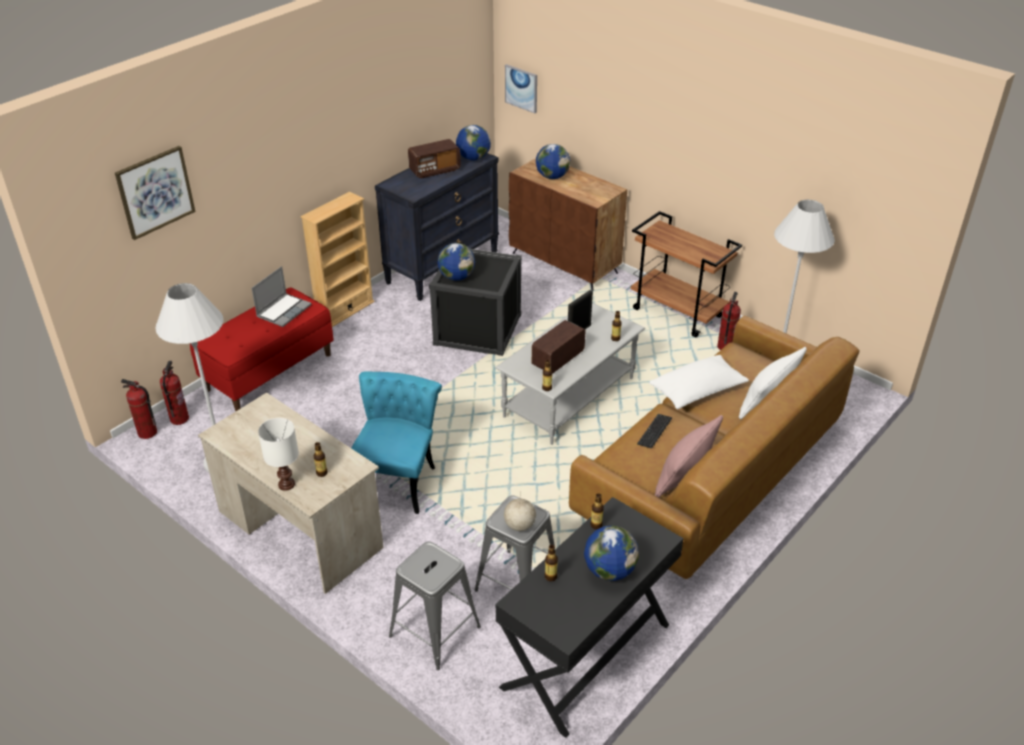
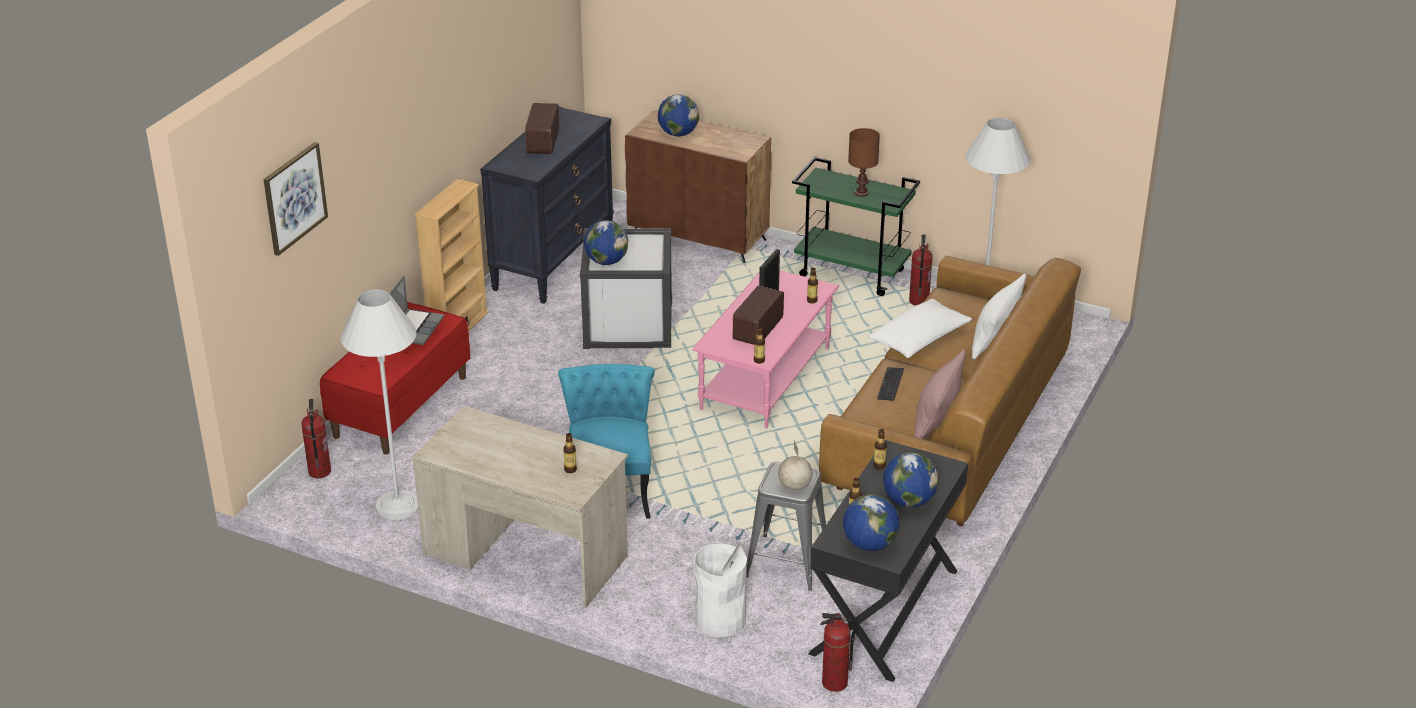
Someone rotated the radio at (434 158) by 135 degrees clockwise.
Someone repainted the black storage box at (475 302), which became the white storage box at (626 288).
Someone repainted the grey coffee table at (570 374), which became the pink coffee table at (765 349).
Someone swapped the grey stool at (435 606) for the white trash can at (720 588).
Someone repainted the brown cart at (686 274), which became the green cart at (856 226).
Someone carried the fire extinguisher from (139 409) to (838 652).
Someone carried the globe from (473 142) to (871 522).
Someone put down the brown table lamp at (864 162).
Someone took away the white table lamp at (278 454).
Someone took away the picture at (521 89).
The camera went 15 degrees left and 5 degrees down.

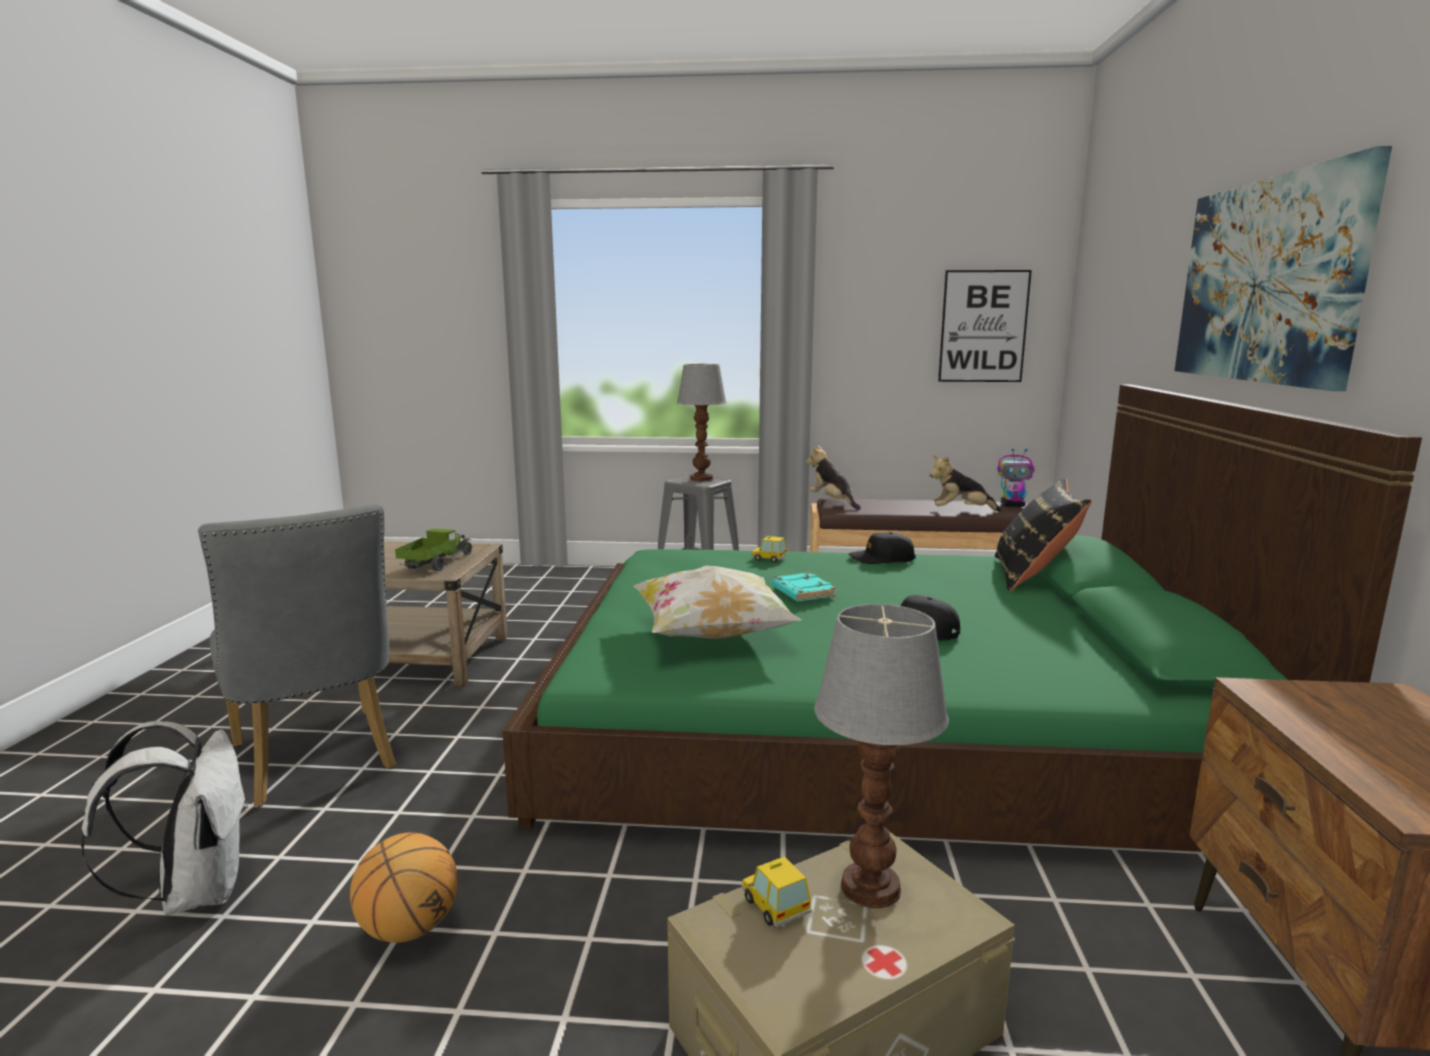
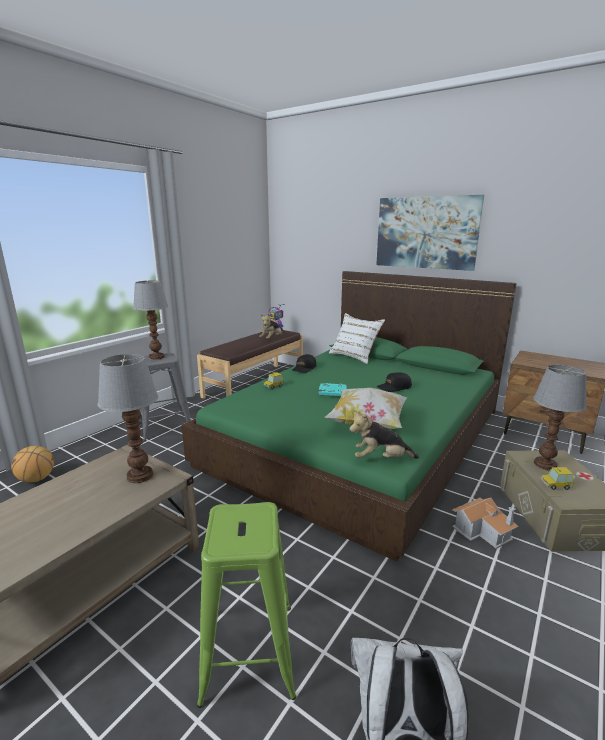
Someone carried the basketball from (404 888) to (32 464).
Someone swapped the toy truck at (434 550) for the table lamp at (128 418).
Someone swapped the grey chair at (297 655) for the green stool at (246 605).
Someone repainted the black pillow at (1043 534), which became the white pillow at (357 338).
Someone carried the plush toy from (833 477) to (384 434).
Someone put down the toy house at (485 523).
Someone took away the picture at (985 326).
The camera went 60 degrees left and 5 degrees up.

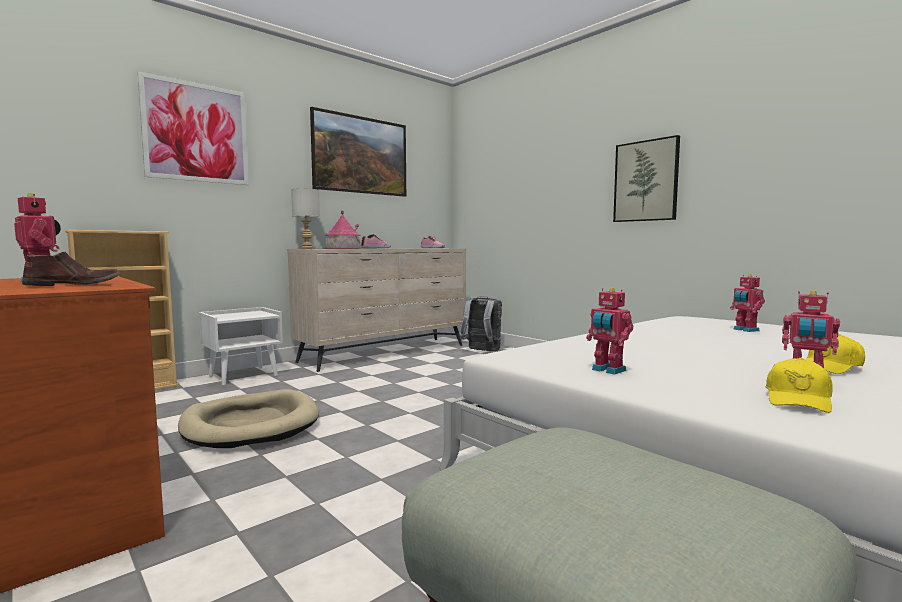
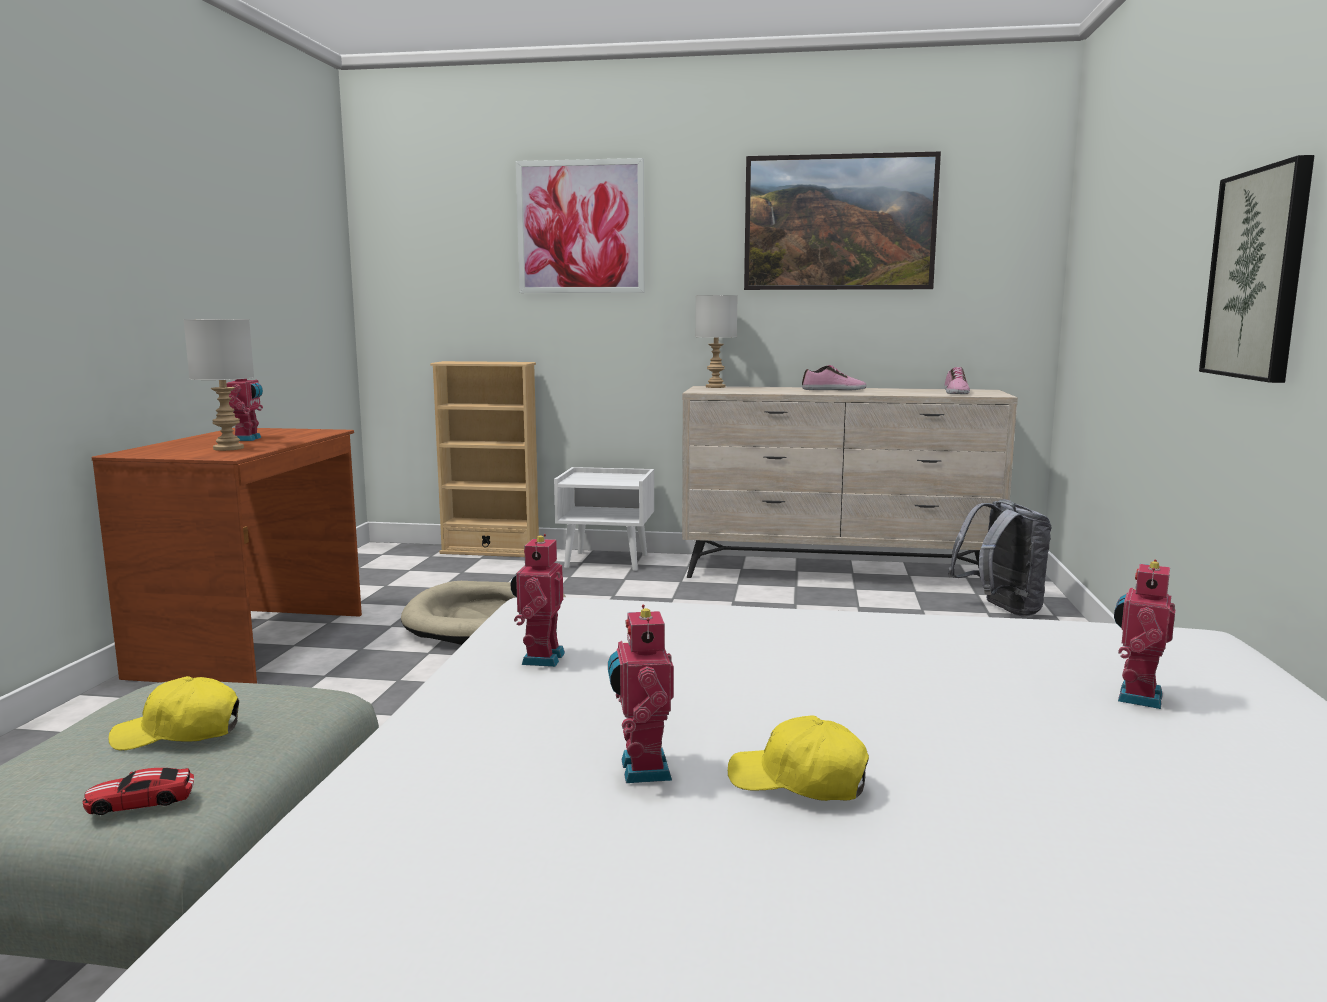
Someone put down the toy car at (138 791).
Someone carried the yellow cap from (799 385) to (174 713).
Someone swapped the brown shoe at (71 269) for the grey table lamp at (218 385).
Someone took away the toy house at (343 230).
The camera went 50 degrees right and 5 degrees up.

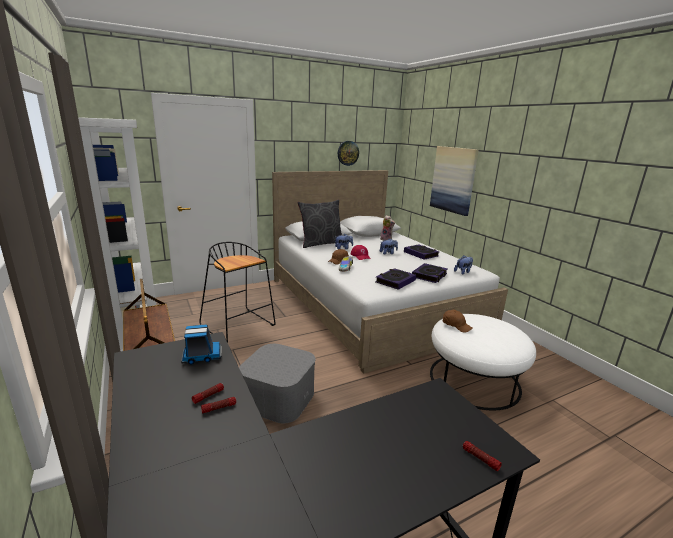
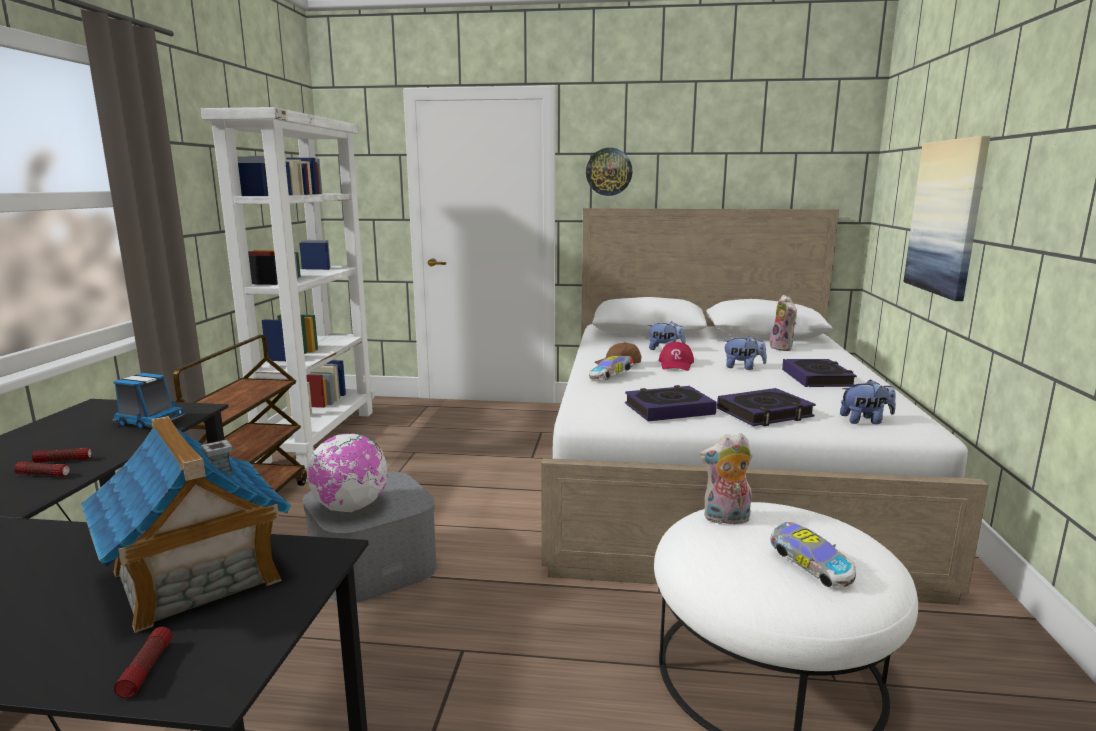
Someone put down the toy house at (186 524).
Someone put down the globe at (347 472).
Someone carried the wall clock from (348 153) to (609 172).
Someone swapped the brown cap at (458 321) for the plush toy at (726 478).
Someone put down the toy car at (813 555).
Someone took away the black stool at (237 292).
Someone took away the grey pillow at (320 224).
The camera went 35 degrees right and 5 degrees down.

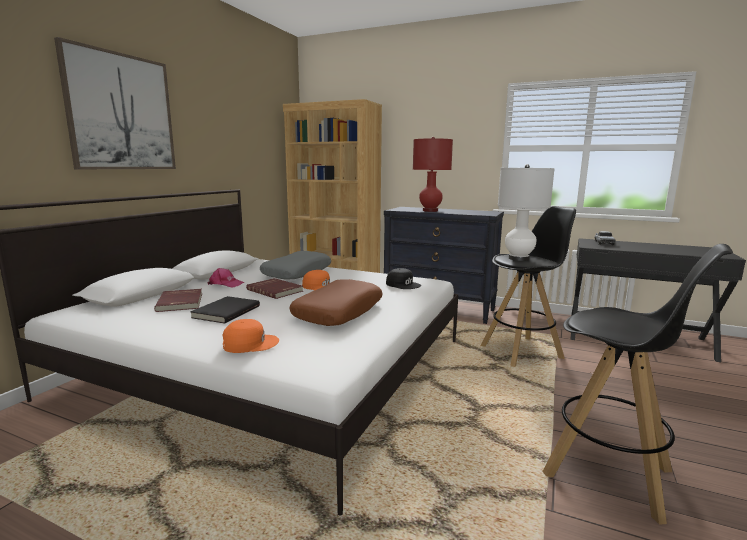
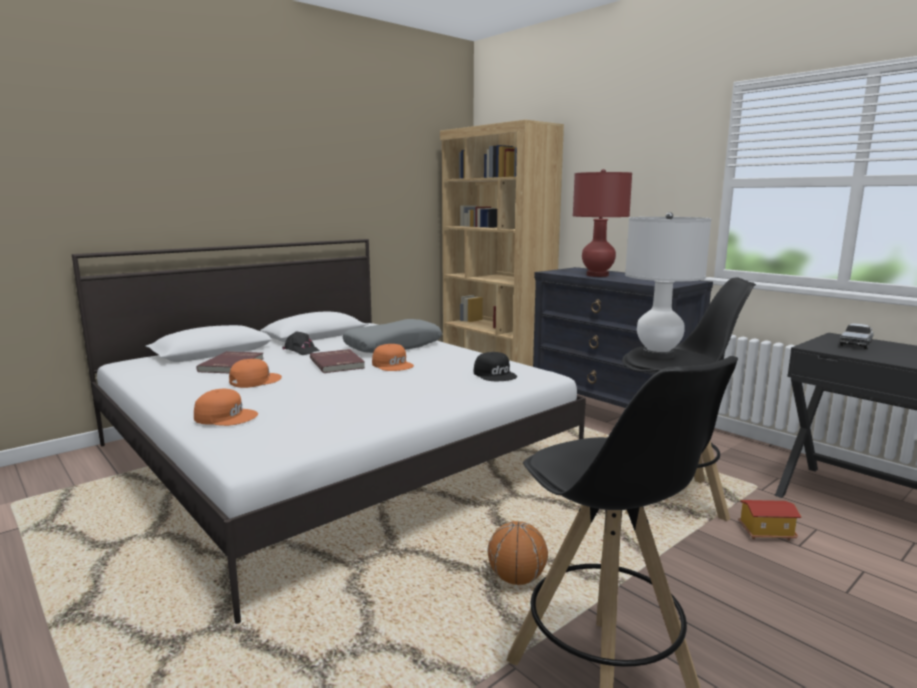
Someone swapped the black book at (225 310) for the orange cap at (255 373).
Someone repainted the pink cap at (226 278), which became the black cap at (301 343).
Someone put down the basketball at (518 553).
Someone put down the toy house at (769 520).
Someone took away the picture at (115 103).
Someone took away the brown pillow at (335 302).
The camera went 25 degrees right and 0 degrees up.

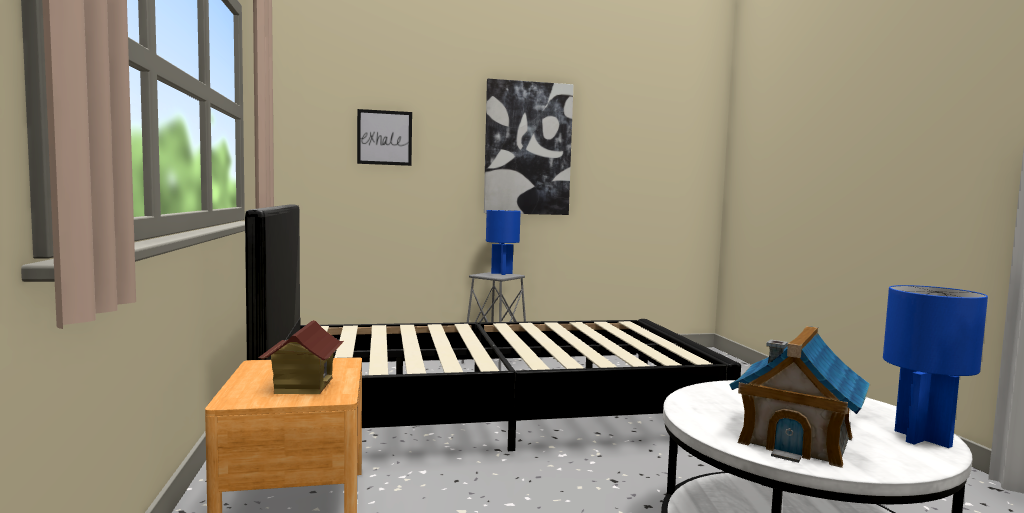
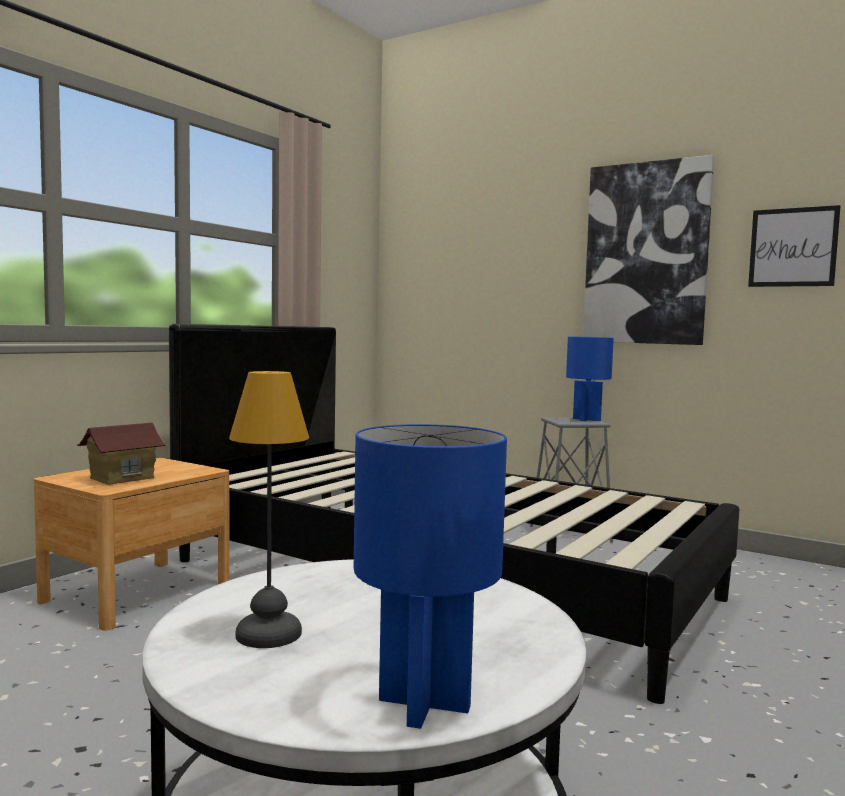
Someone swapped the toy house at (799 397) for the table lamp at (269 509).
Someone carried the picture from (384 137) to (794 246).
The camera went 45 degrees right and 0 degrees up.

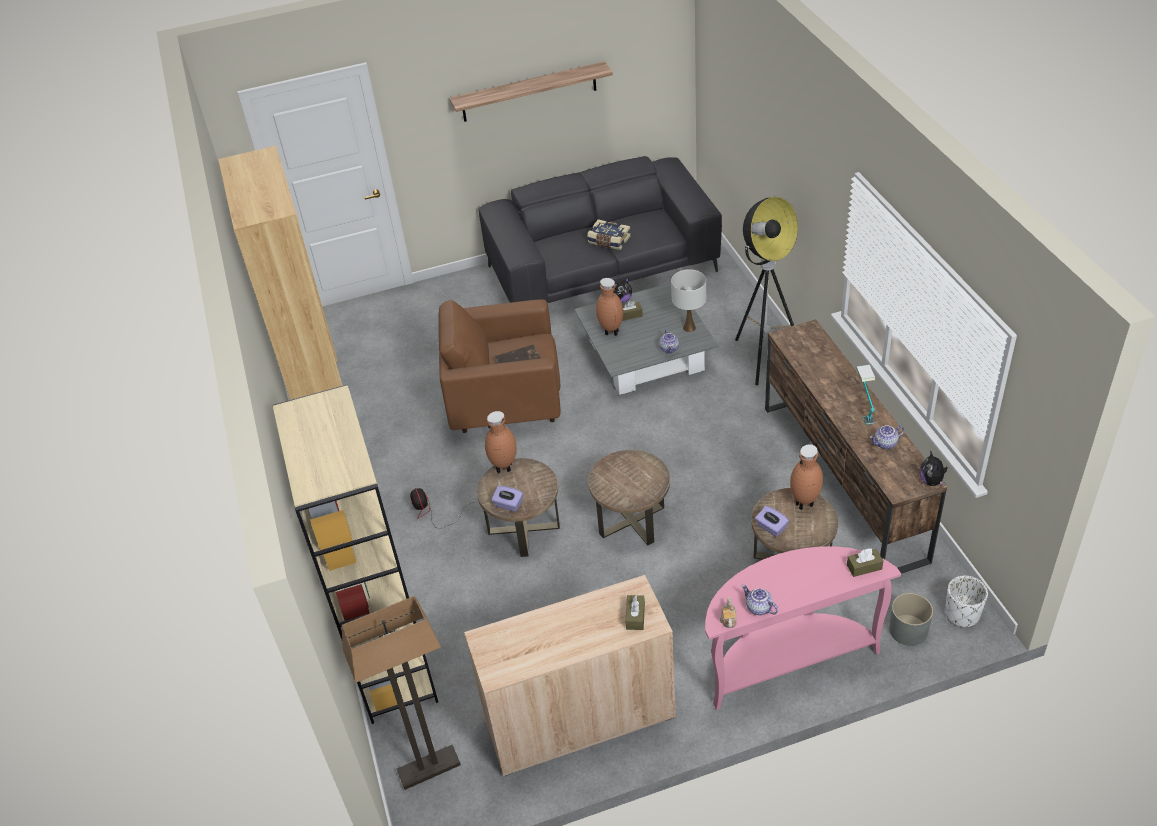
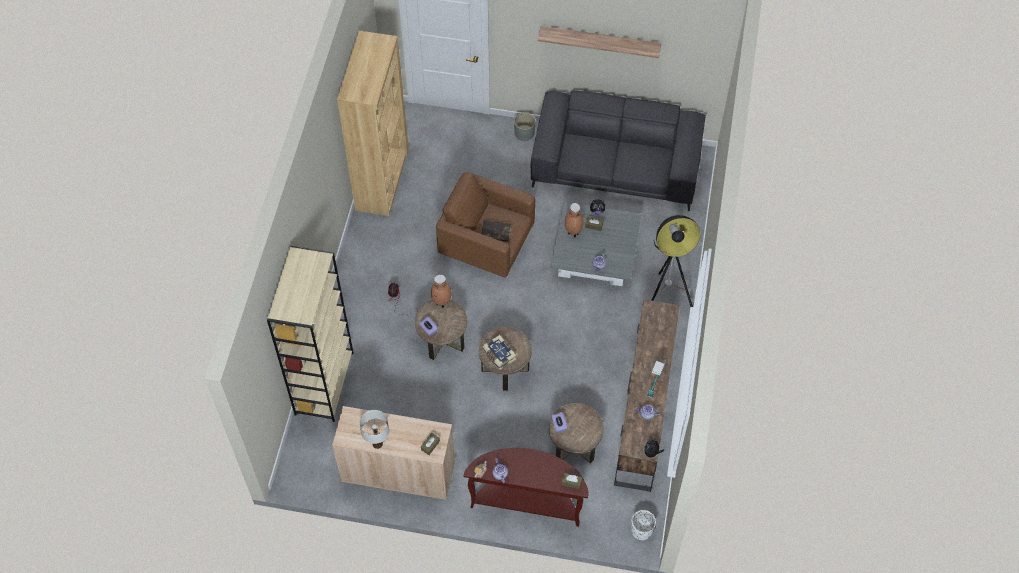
Someone carried the white table lamp from (688 300) to (374 429).
Someone repainted the pink console table at (803 628), which became the brown console table at (526 487).
Someone carried the book from (609 234) to (499 352).
Someone carried the grey planter from (911 619) to (524 127).
Someone took away the floor lamp at (401 693).
Someone took away the brown vase at (806 477).
The camera went 25 degrees right and 15 degrees up.

